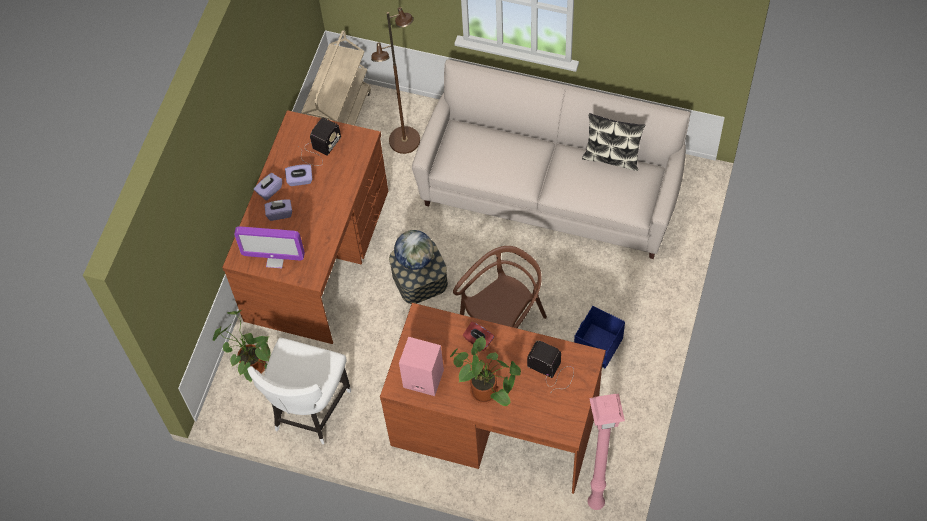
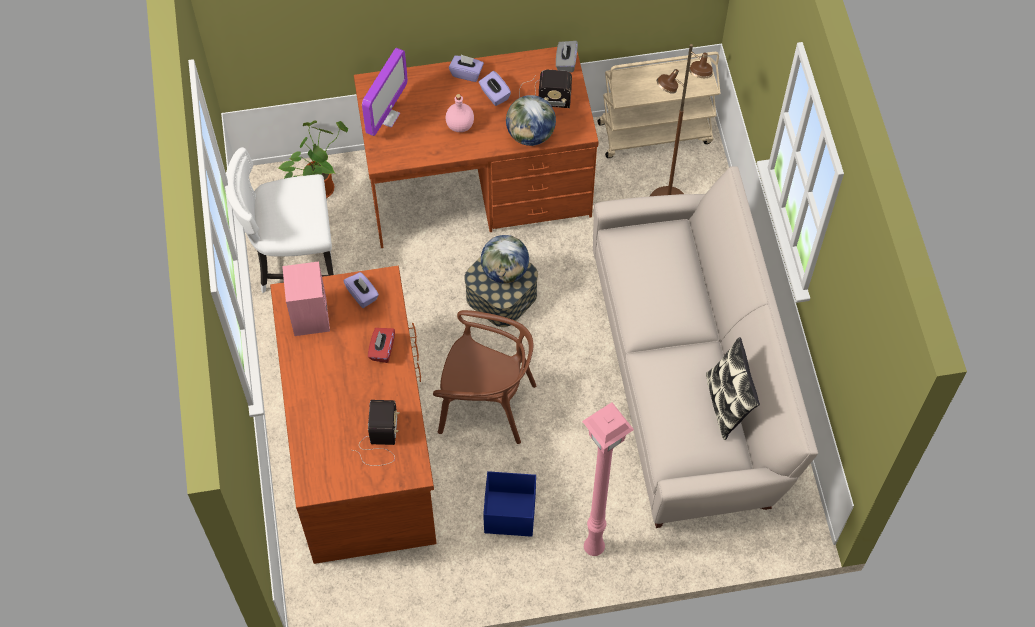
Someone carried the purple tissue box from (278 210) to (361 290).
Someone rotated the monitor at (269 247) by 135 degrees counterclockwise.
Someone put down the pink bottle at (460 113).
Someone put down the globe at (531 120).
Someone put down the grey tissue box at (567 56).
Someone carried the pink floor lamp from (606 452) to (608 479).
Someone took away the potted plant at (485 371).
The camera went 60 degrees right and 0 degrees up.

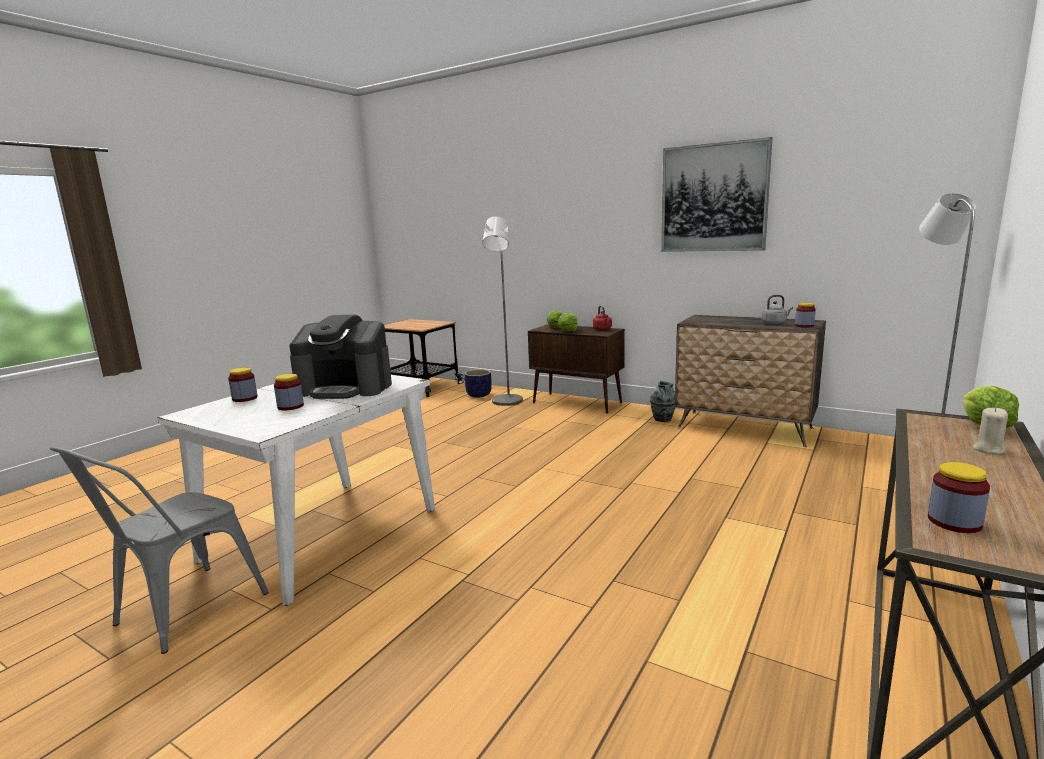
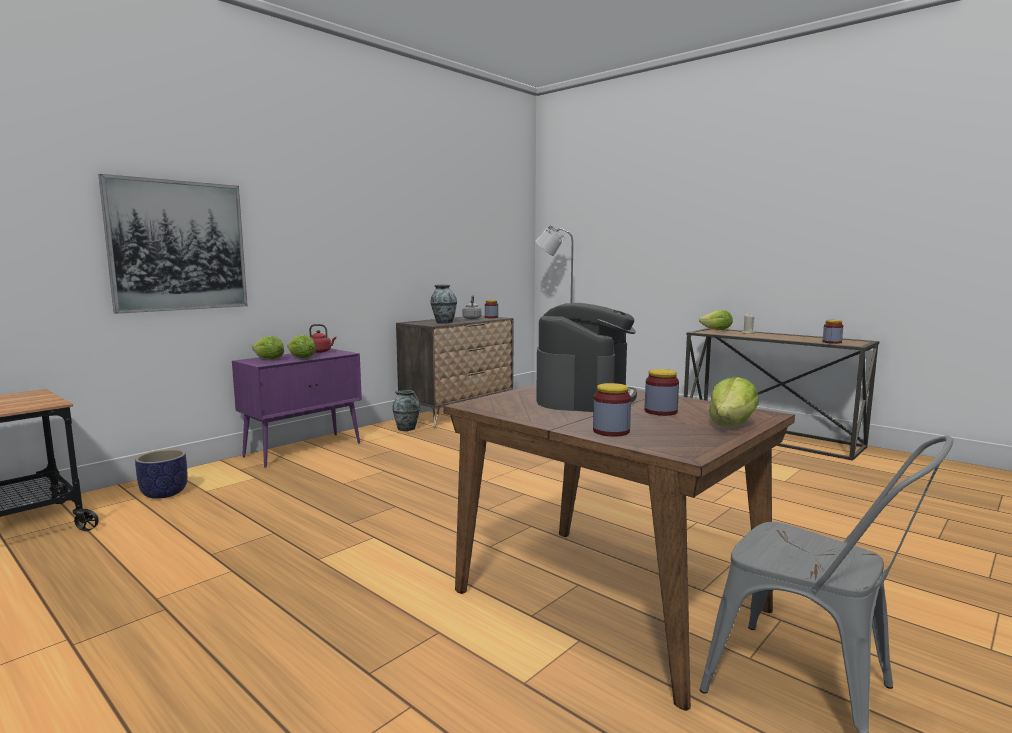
Someone carried the picture from (716 194) to (173 244).
Someone repainted the brown cabinet at (576 369), which became the purple cabinet at (297 408).
Someone put down the vase at (443 304).
Someone repainted the white dining table at (296 490), which became the brown dining table at (619 547).
Someone put down the lettuce at (734 401).
Someone took away the grey floor lamp at (502 311).
The camera went 80 degrees left and 5 degrees down.

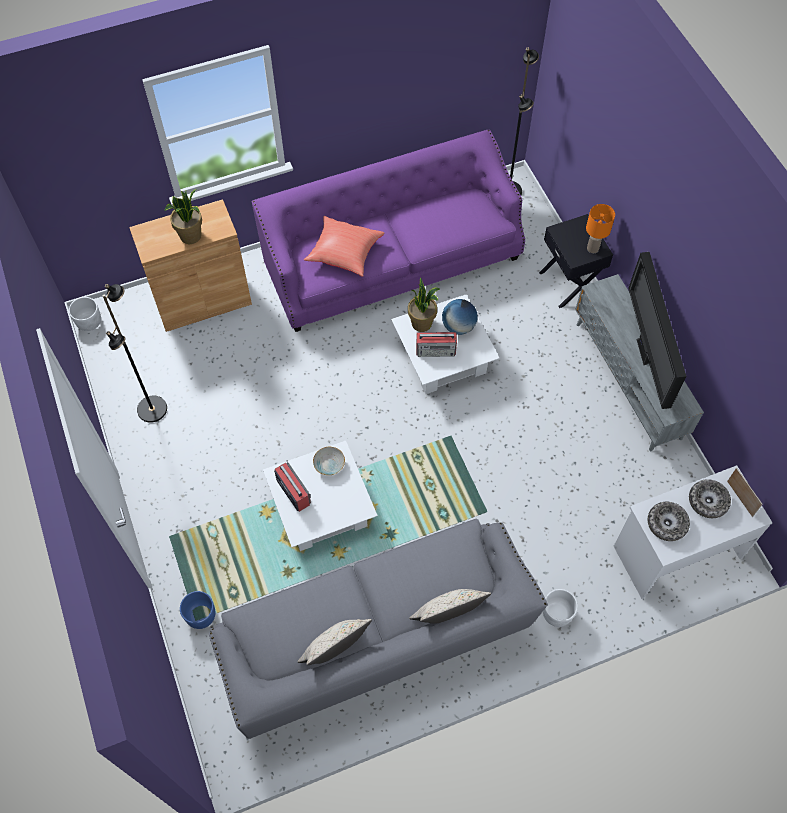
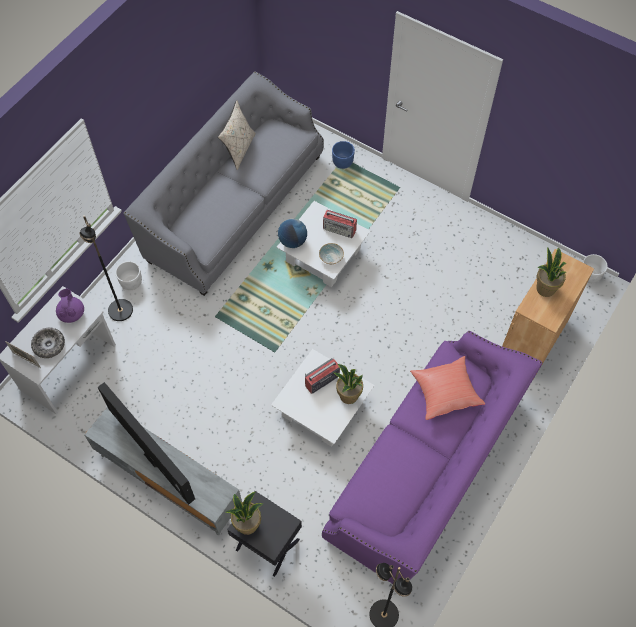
Someone swapped the bowl at (669 521) for the purple teapot at (70 306).
Someone carried the black floor lamp from (134 353) to (106 268).
Someone swapped the orange table lamp at (600 228) for the potted plant at (244 513).
Someone carried the globe from (460 317) to (292 233).
Someone took away the beige pillow at (450 606).
The camera went 145 degrees right and 0 degrees up.

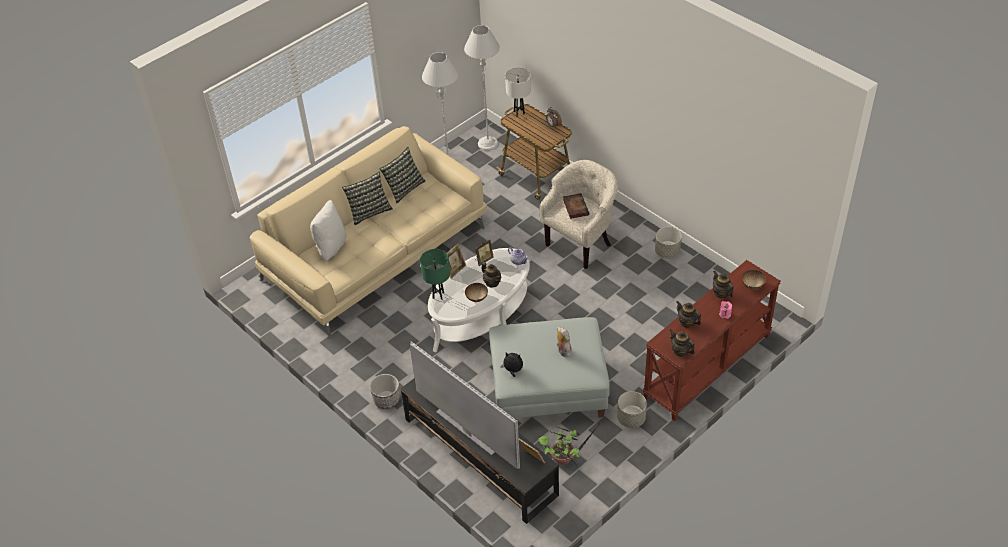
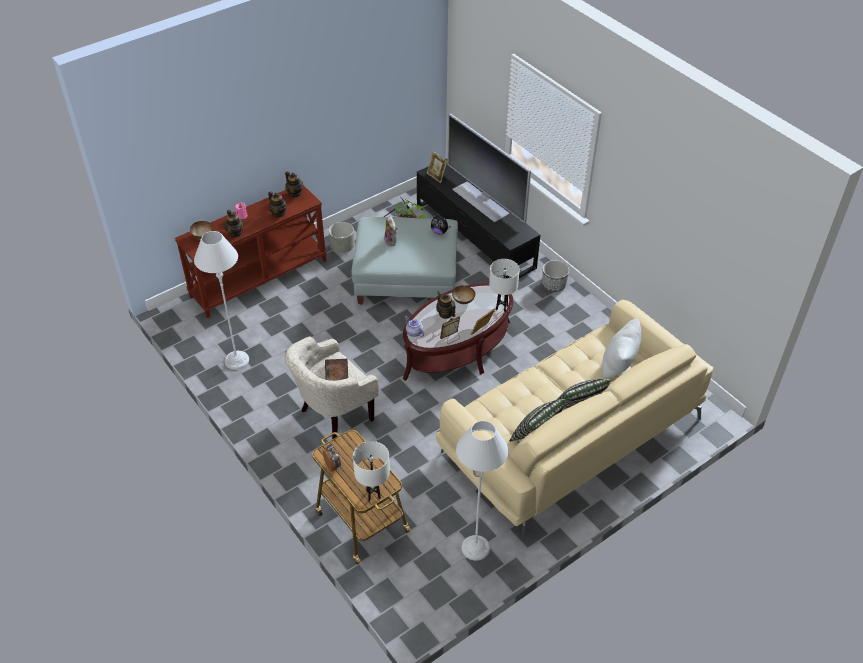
Someone carried the grey floor lamp from (482 88) to (221 300).
Someone repainted the white coffee table at (479 300), which became the brown coffee table at (458 332).
Someone repainted the green table lamp at (435 274), which became the white table lamp at (504 285).
Someone took away the grey planter at (668 243).
The camera went 175 degrees left and 0 degrees up.

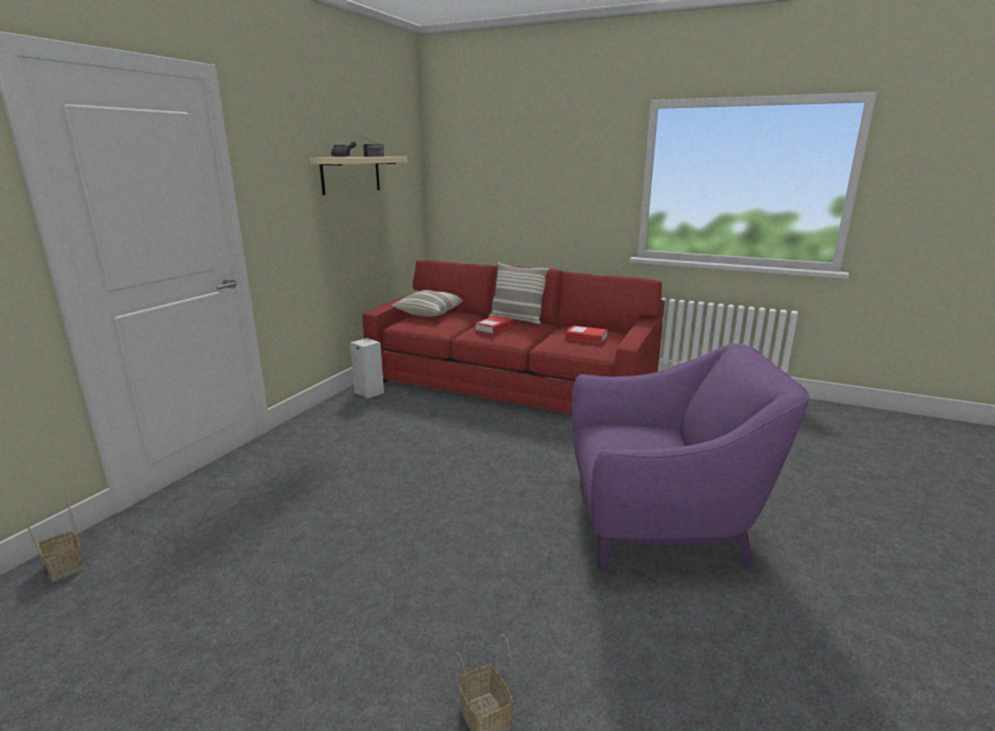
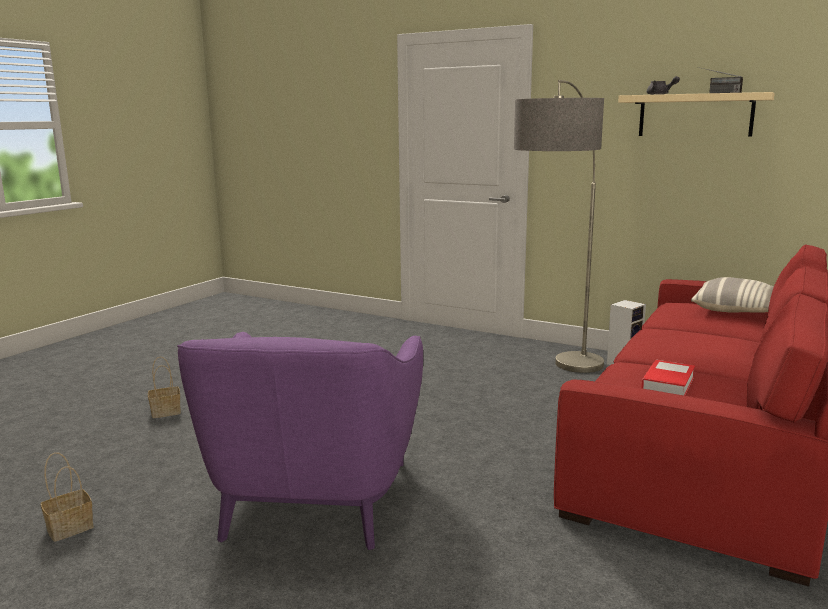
Someone carried the basket from (54 541) to (67 497).
Someone put down the floor lamp at (559 226).
Someone took away the book at (494 324).
Someone took away the pillow at (518 293).
The camera went 95 degrees right and 5 degrees down.

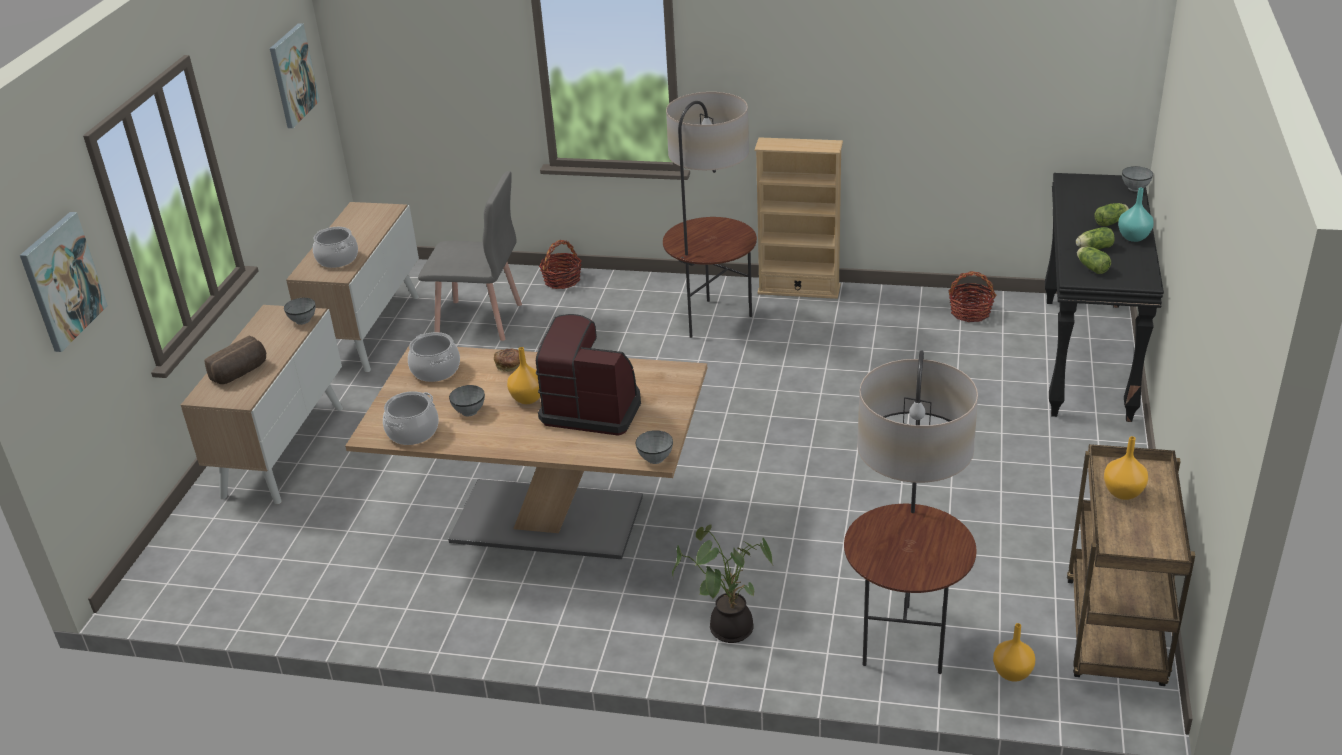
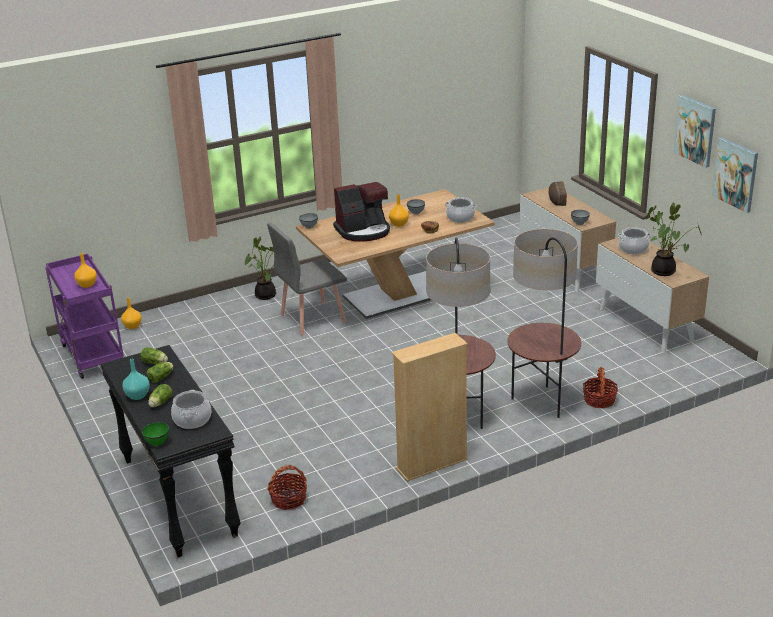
Someone repainted the brown cart at (1131 565), which became the purple cart at (84 316).
Someone repainted the grey bowl at (1137 179), which became the green bowl at (155 434).
Someone carried the cooking pot from (411 418) to (191 409).
Someone carried the grey chair from (470 256) to (307 279).
Someone carried the floor lamp from (911 512) to (544 323).
Someone put down the potted plant at (674 239).
Someone carried the picture from (64 282) to (694 131).
The camera went 140 degrees right and 5 degrees down.

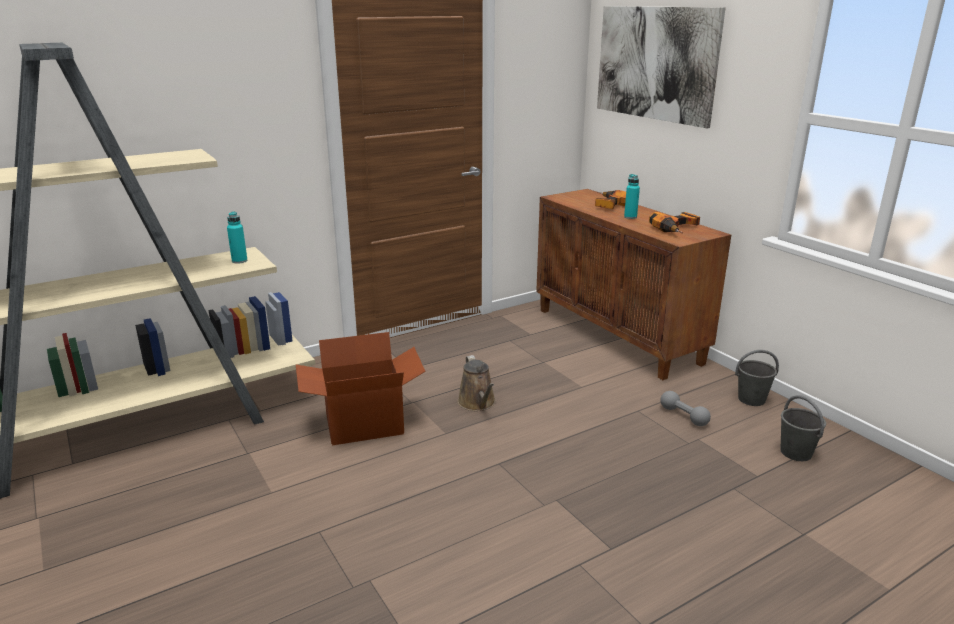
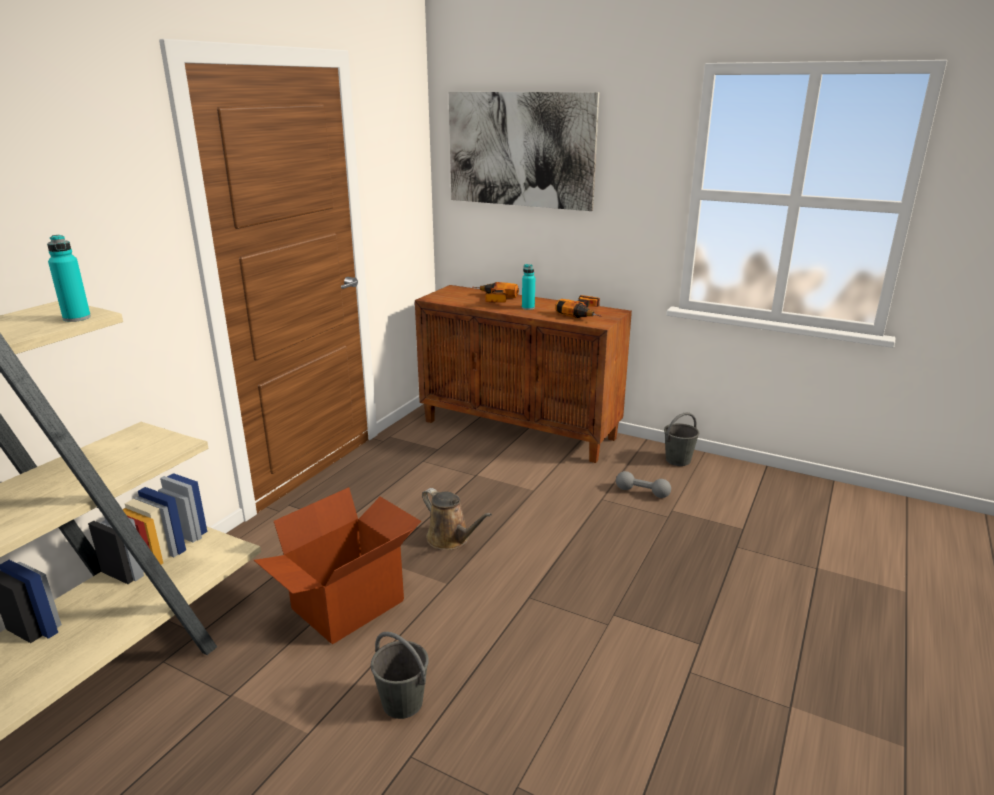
Someone carried the turquoise bottle from (237 237) to (69 278).
Someone carried the grey bucket from (803 428) to (400 675).
The camera went 30 degrees left and 0 degrees up.

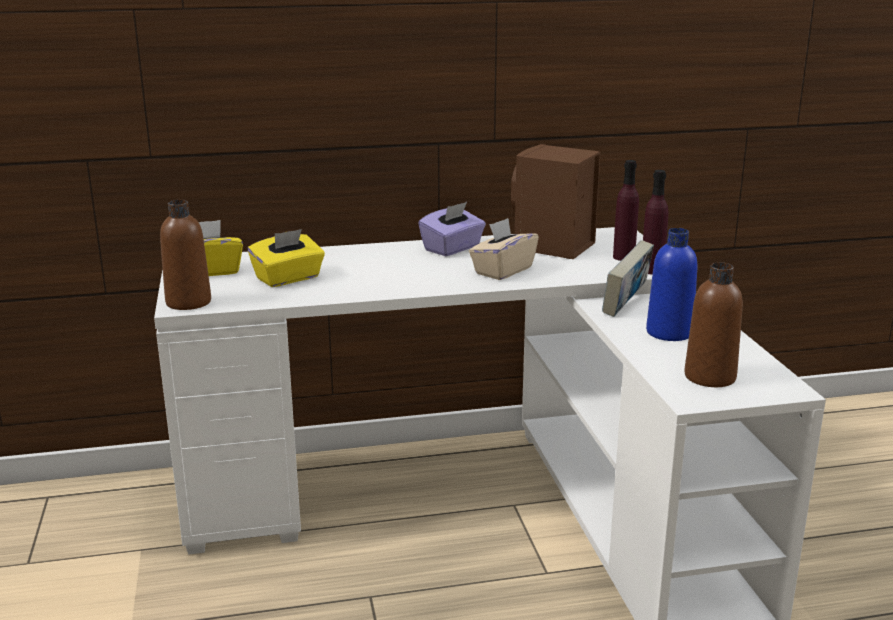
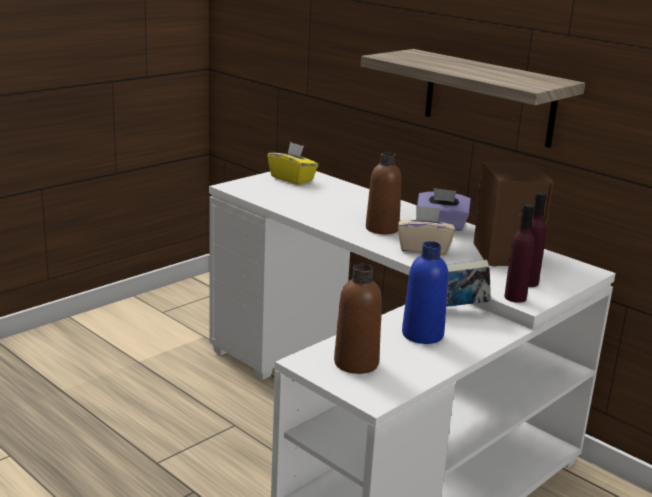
Someone put up the shelf at (473 98).
Someone carried the brown bottle from (185 255) to (384 193).
Someone took away the yellow tissue box at (286 258).
The camera went 55 degrees right and 0 degrees up.

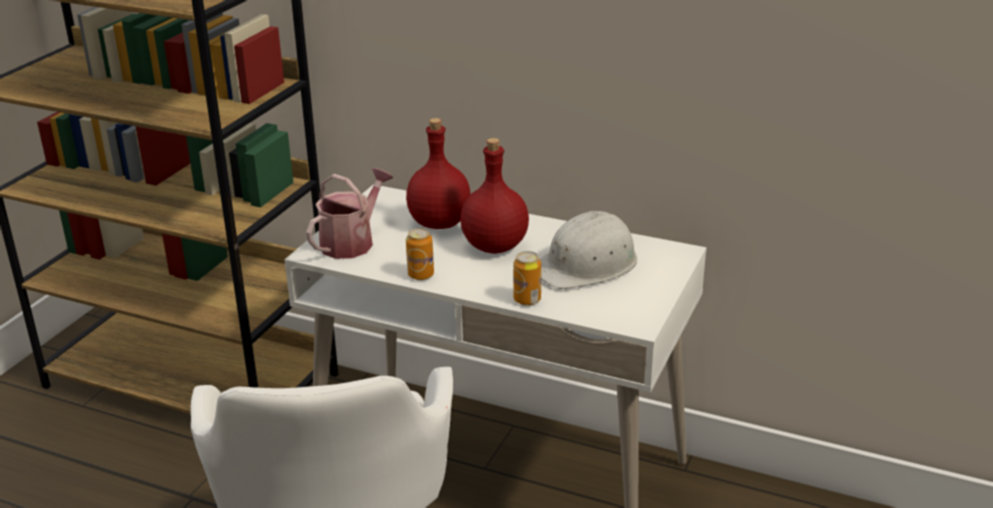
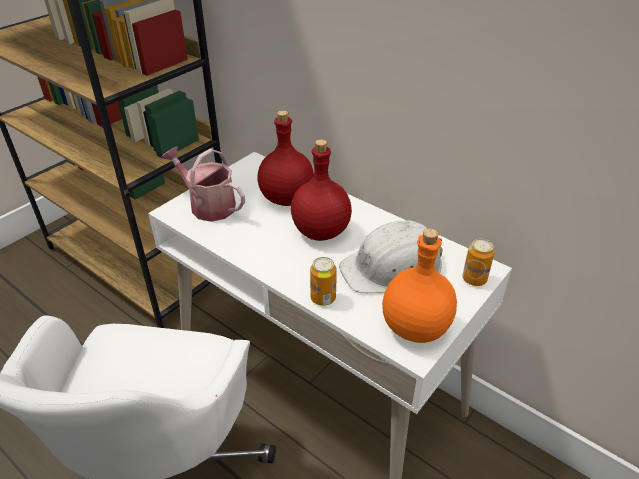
Someone rotated the watering can at (349 213) by 105 degrees counterclockwise.
Someone put down the orange bottle at (419 285).
Someone carried the can from (420 254) to (478 262).
The camera went 15 degrees right and 10 degrees up.

